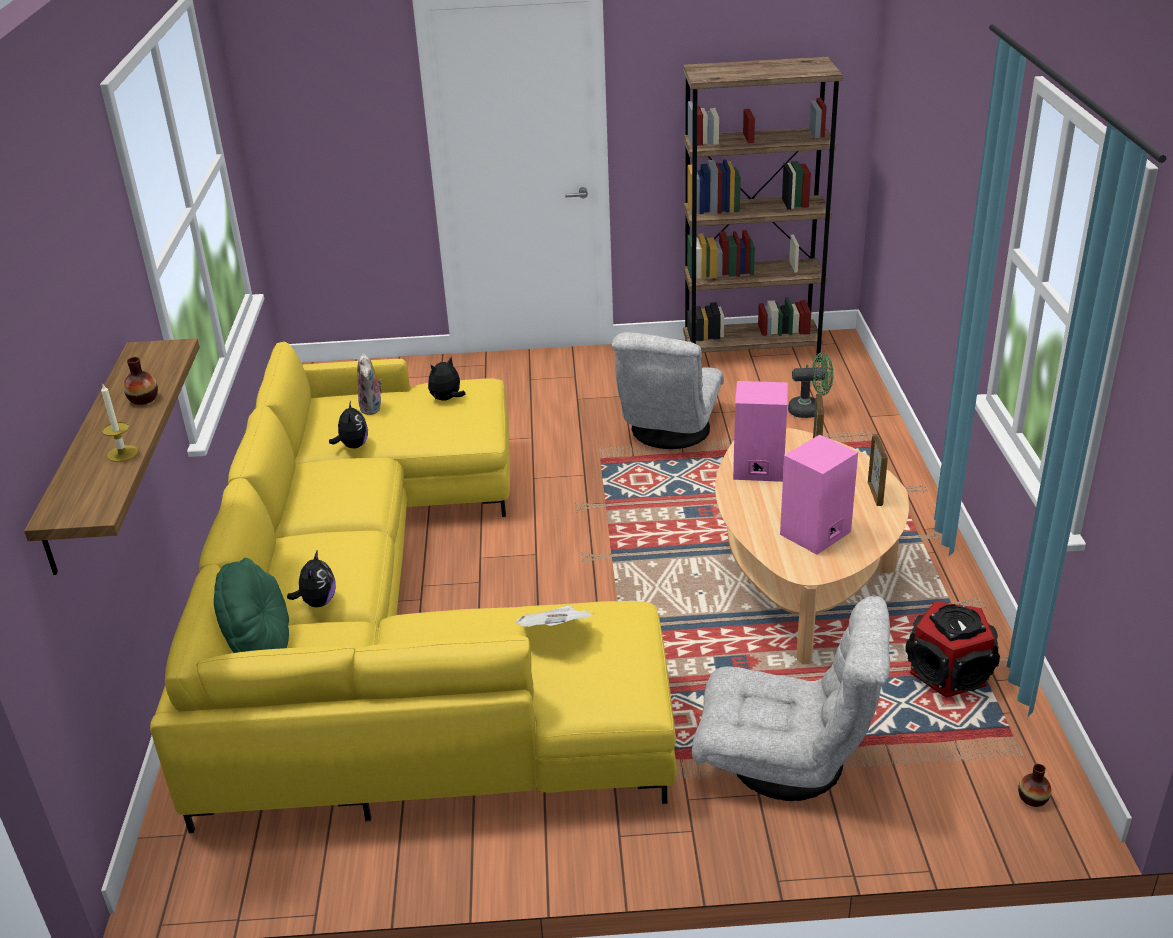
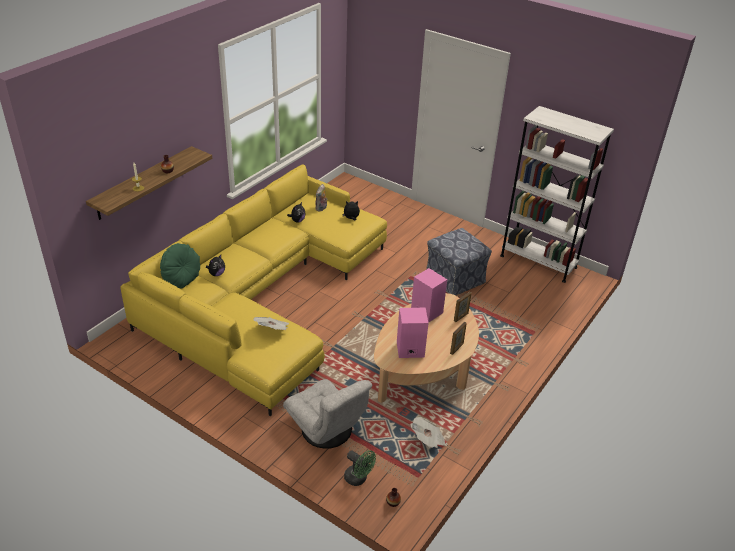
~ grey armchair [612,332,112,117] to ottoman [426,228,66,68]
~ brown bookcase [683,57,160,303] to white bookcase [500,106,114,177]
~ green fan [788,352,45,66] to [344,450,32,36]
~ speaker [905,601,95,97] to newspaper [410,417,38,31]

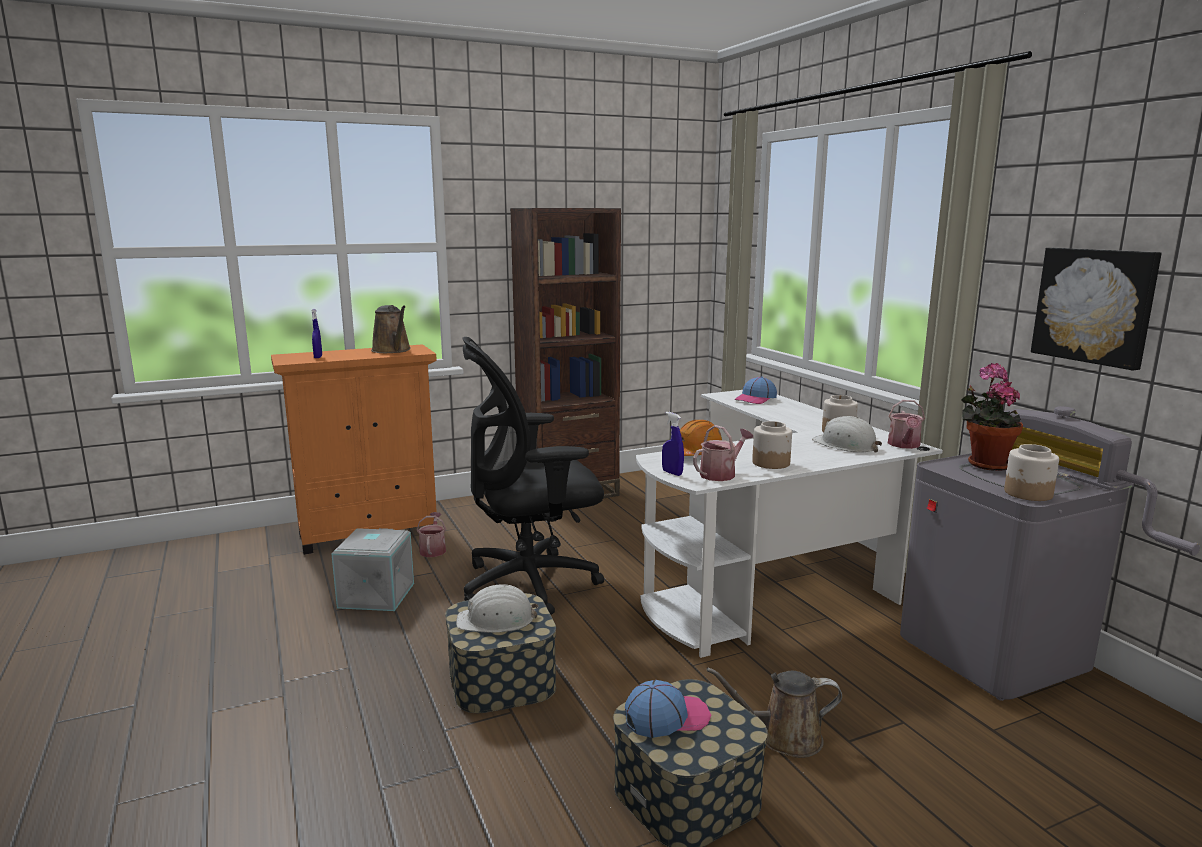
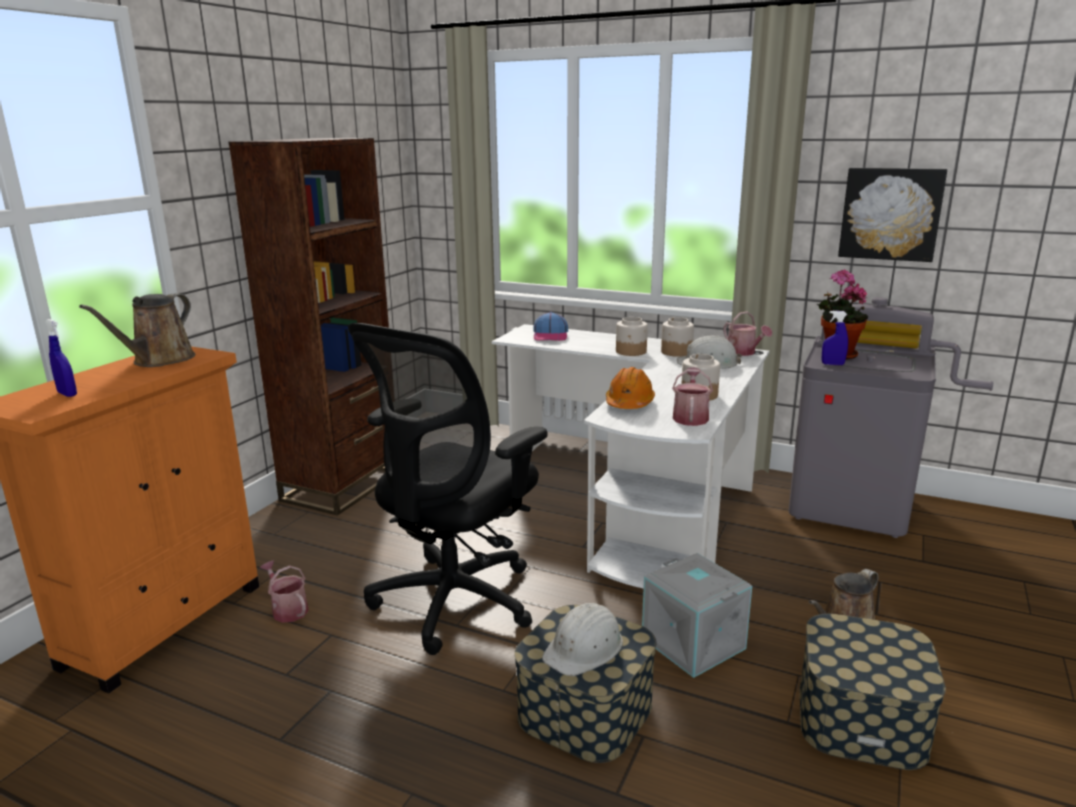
~ grey storage box [331,528,83,83] to [642,553,110,125]
~ brown watering can [371,305,40,48] = [79,294,116,73] 90 degrees clockwise
- cap [625,680,86,58]
~ blue spray bottle [662,412,22,64] to [822,311,26,54]
~ jar [1004,444,55,57] to [616,317,32,39]

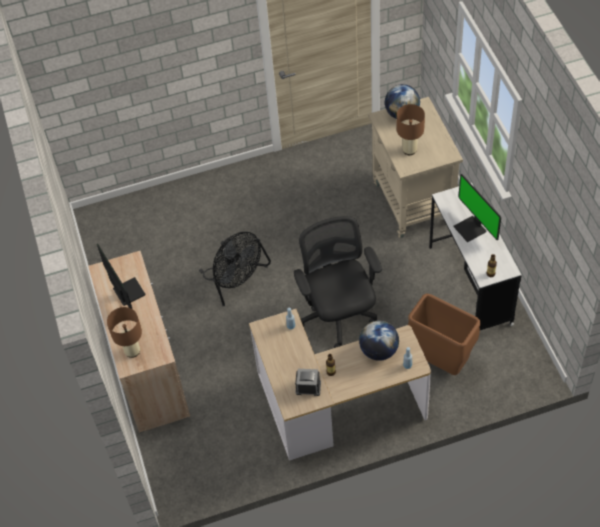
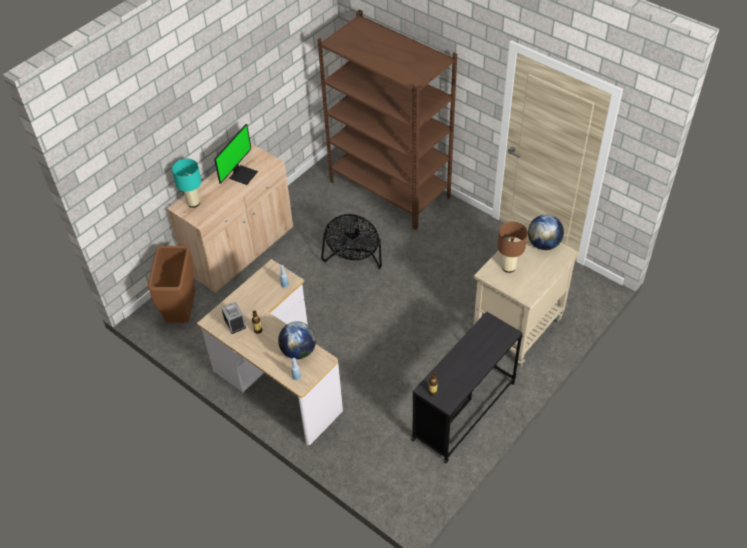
~ brown table lamp [107,307,35,51] to turquoise table lamp [172,159,29,49]
- black office chair [294,216,88,132]
~ brown trash can [408,294,72,81] to [148,246,47,77]
~ white desk [429,183,93,147] to black desk [412,311,110,153]
- monitor [453,174,48,68]
+ brown bookcase [317,9,140,221]

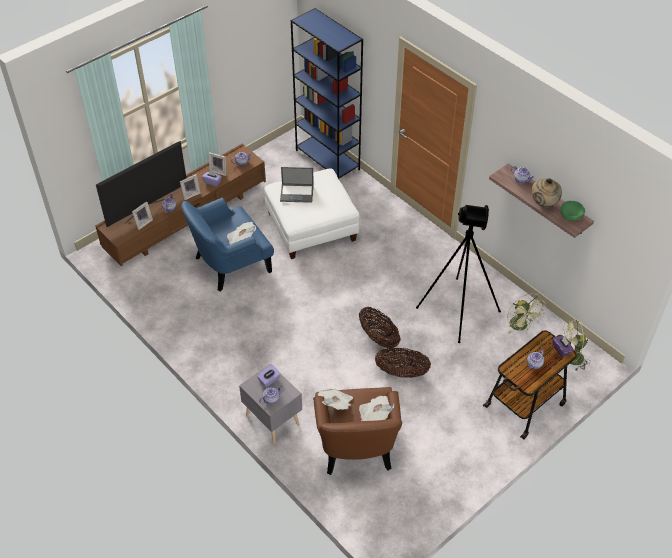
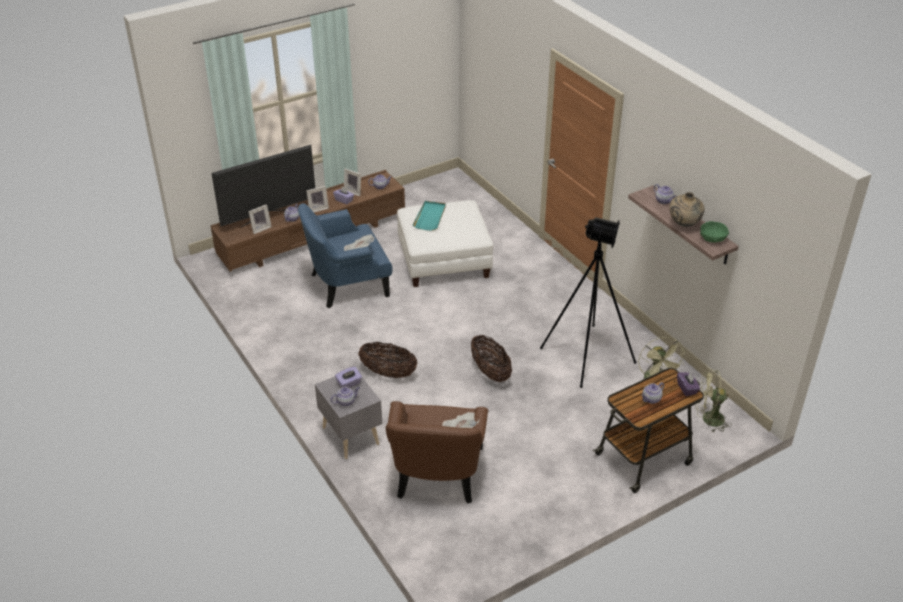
~ laptop [280,167,34,36] to turquoise tray [413,201,33,30]
- blue bookcase [291,8,72,171]
- newspaper [318,388,35,22]
~ basket [375,348,56,30] to [358,342,60,36]

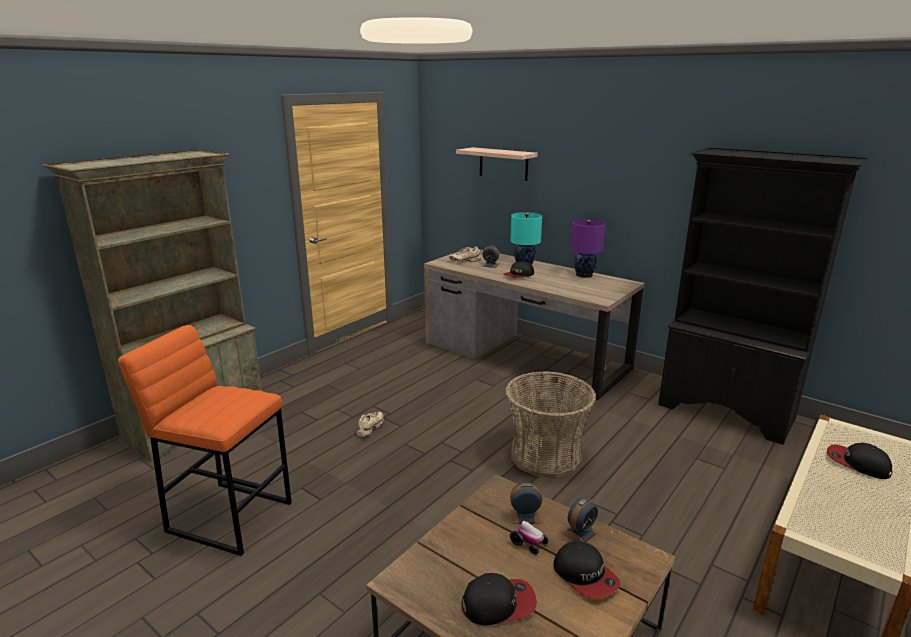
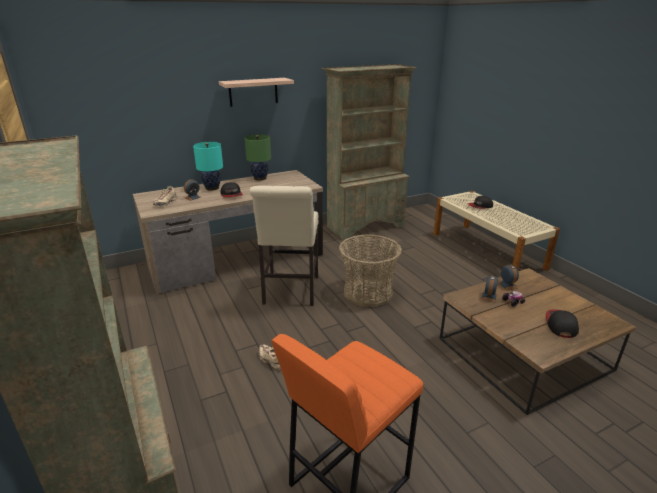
~ shelf [456,147,82,34] to [219,78,75,29]
- cap [554,541,66,58]
~ purple table lamp [570,219,35,59] to green table lamp [245,134,26,47]
~ black bookcase [658,148,211,297] to green bookcase [322,64,95,176]
+ beige stool [250,186,68,120]

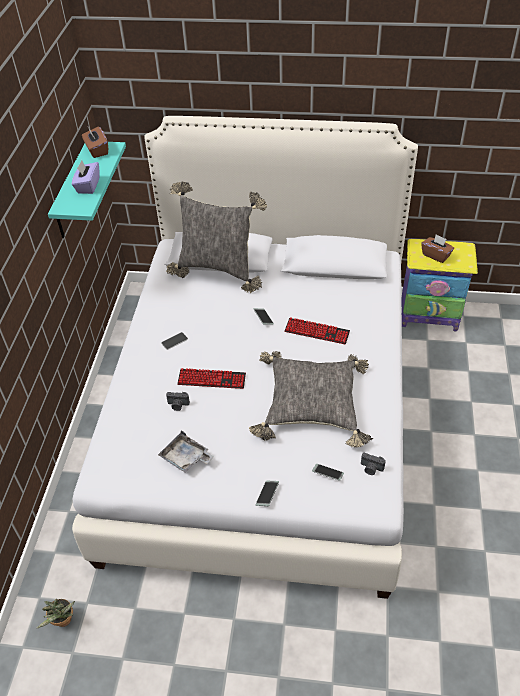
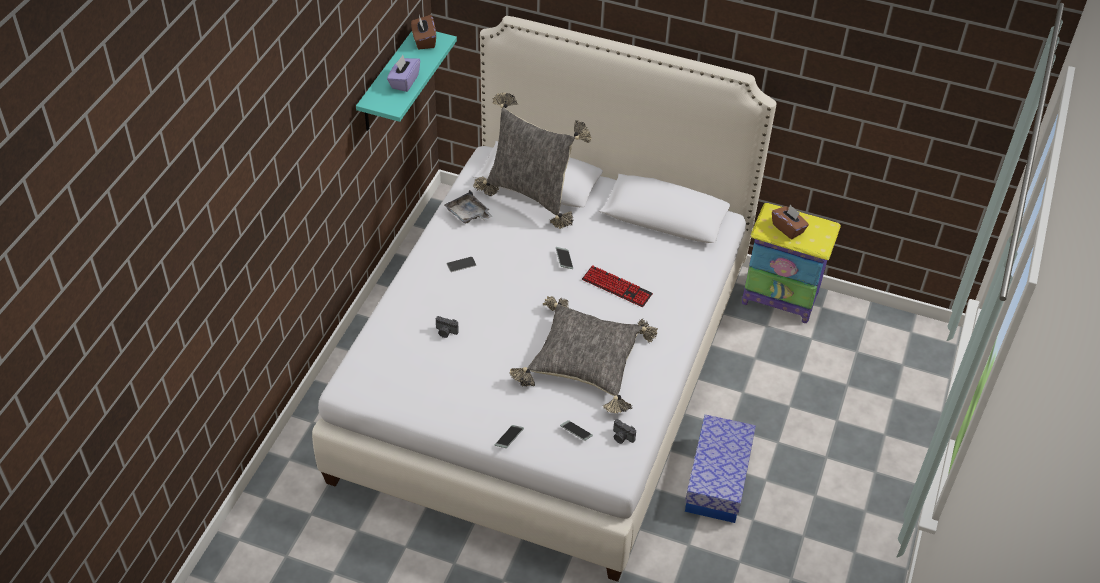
- potted plant [37,599,38,29]
~ grey tray [158,431,56,42] to [444,190,48,34]
- keyboard [177,368,69,21]
+ storage box [685,414,71,109]

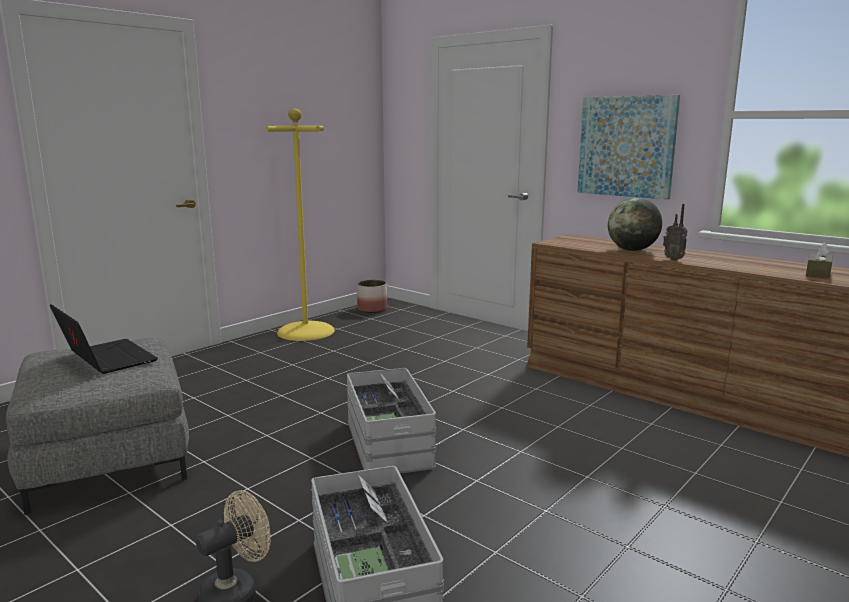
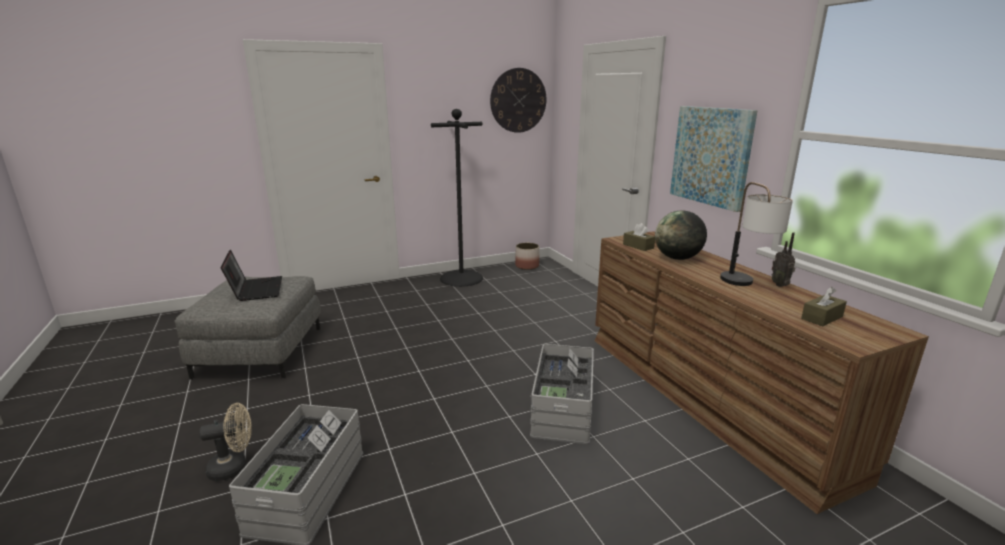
~ yellow clothes rack [266,109,69,232] to black clothes rack [431,109,52,178]
~ grey storage box [347,368,89,106] to [530,344,64,100]
~ radio [663,204,24,57] to [772,232,23,55]
+ wall clock [490,68,56,65]
+ brown tissue box [623,223,32,28]
+ table lamp [720,182,73,104]

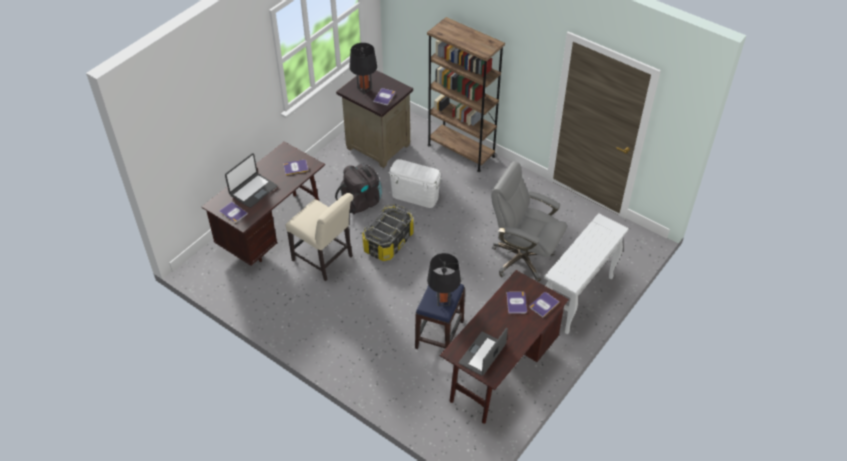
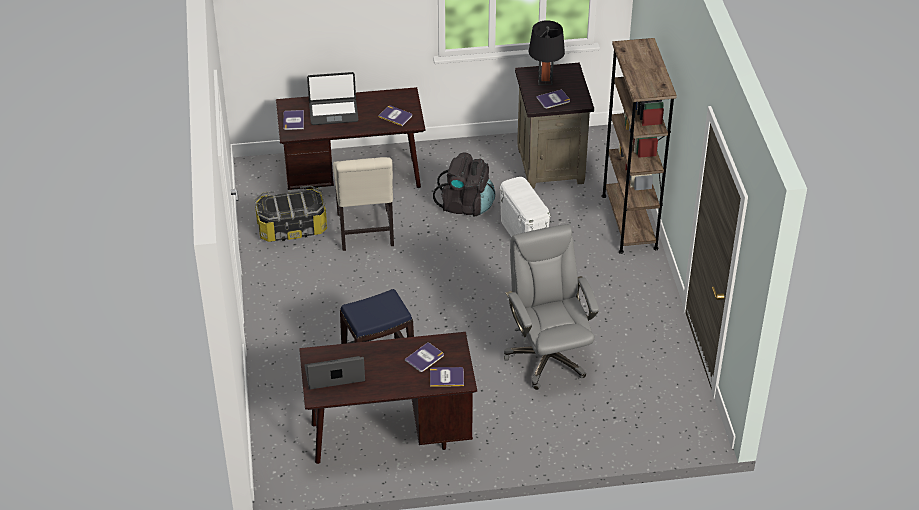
~ storage box [362,204,52,57] to [255,185,72,57]
- black table lamp [427,253,34,53]
- white console table [544,213,85,121]

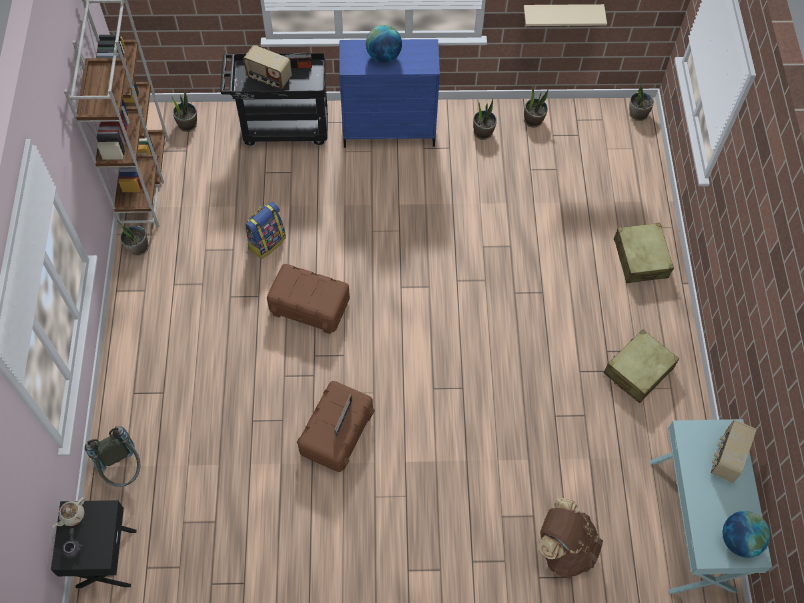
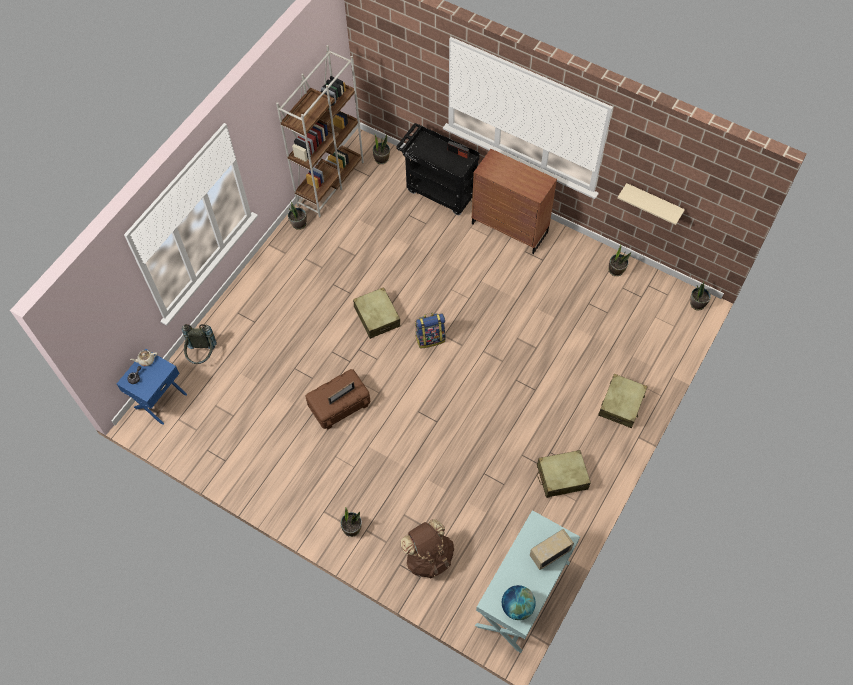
~ black nightstand [51,500,86,88] to blue nightstand [117,349,70,76]
- radio [243,45,49,44]
~ backpack [244,202,42,57] to [415,313,31,35]
~ brown storage box [267,264,83,70] to beige suitcase [353,287,47,52]
~ blue dresser [339,39,101,109] to brown dresser [471,149,86,105]
- globe [366,25,36,38]
~ potted plant [473,98,24,42] to [341,507,21,30]

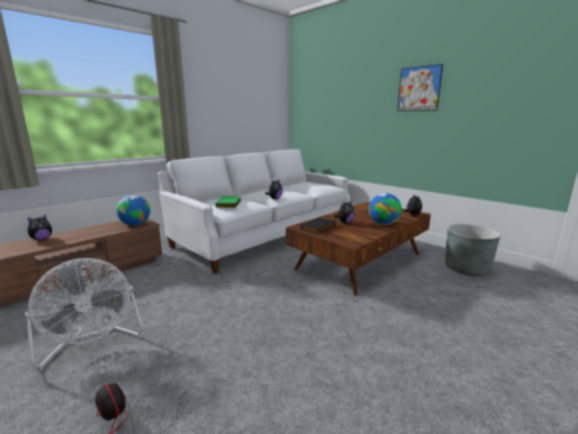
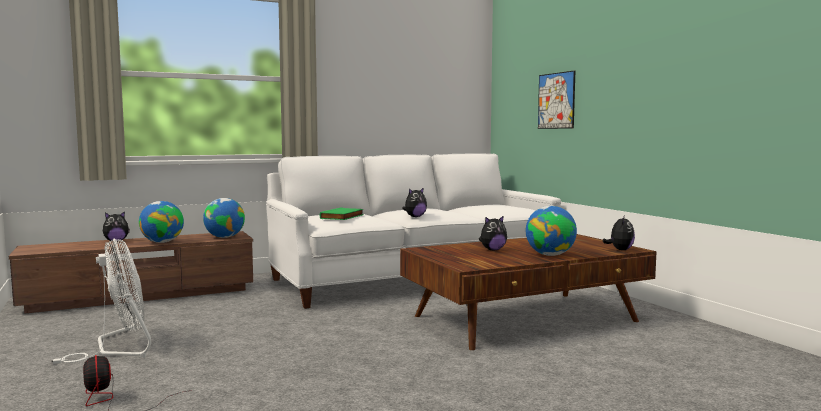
~ white fan [25,258,118,113] = [51,239,100,125] 105 degrees counterclockwise
- black book [301,217,36,17]
~ picture [397,64,46,47] to [538,70,37,59]
- grey planter [445,224,55,52]
+ globe [139,201,45,42]

